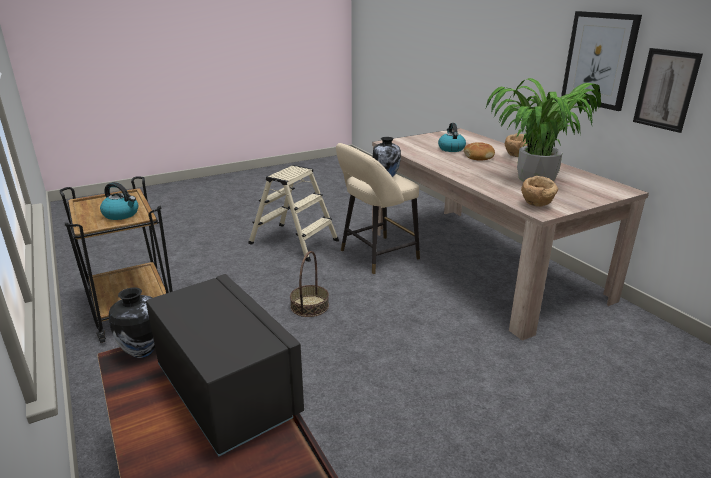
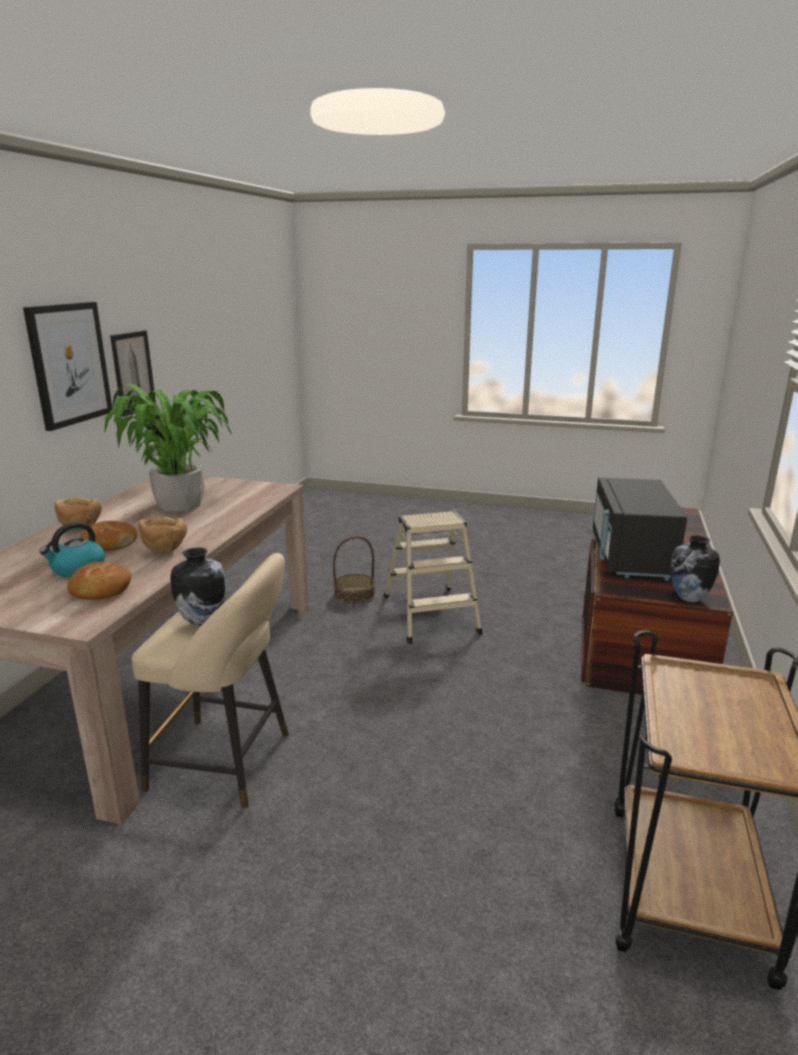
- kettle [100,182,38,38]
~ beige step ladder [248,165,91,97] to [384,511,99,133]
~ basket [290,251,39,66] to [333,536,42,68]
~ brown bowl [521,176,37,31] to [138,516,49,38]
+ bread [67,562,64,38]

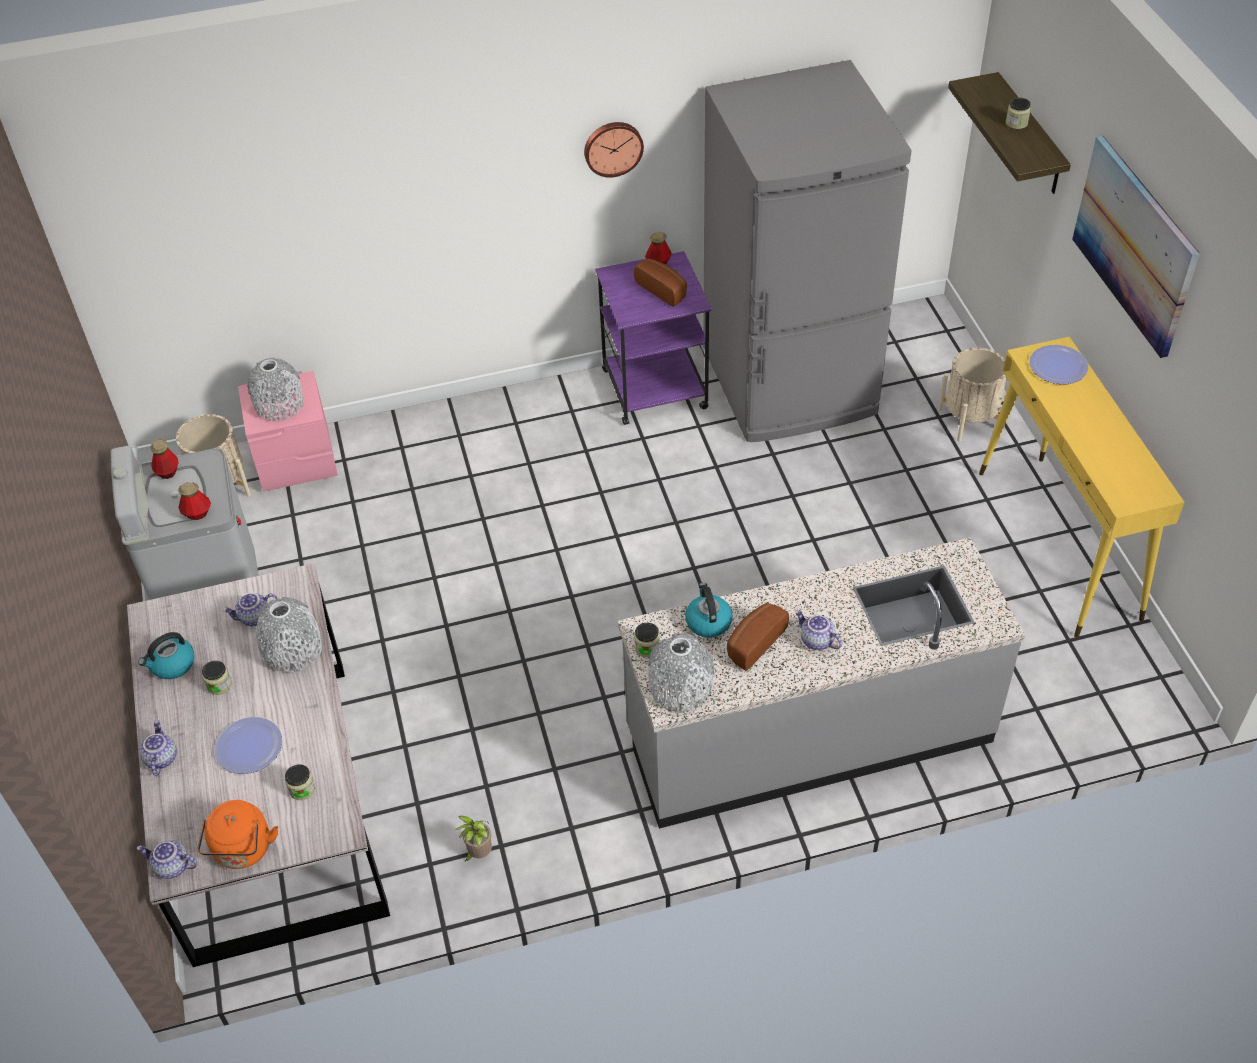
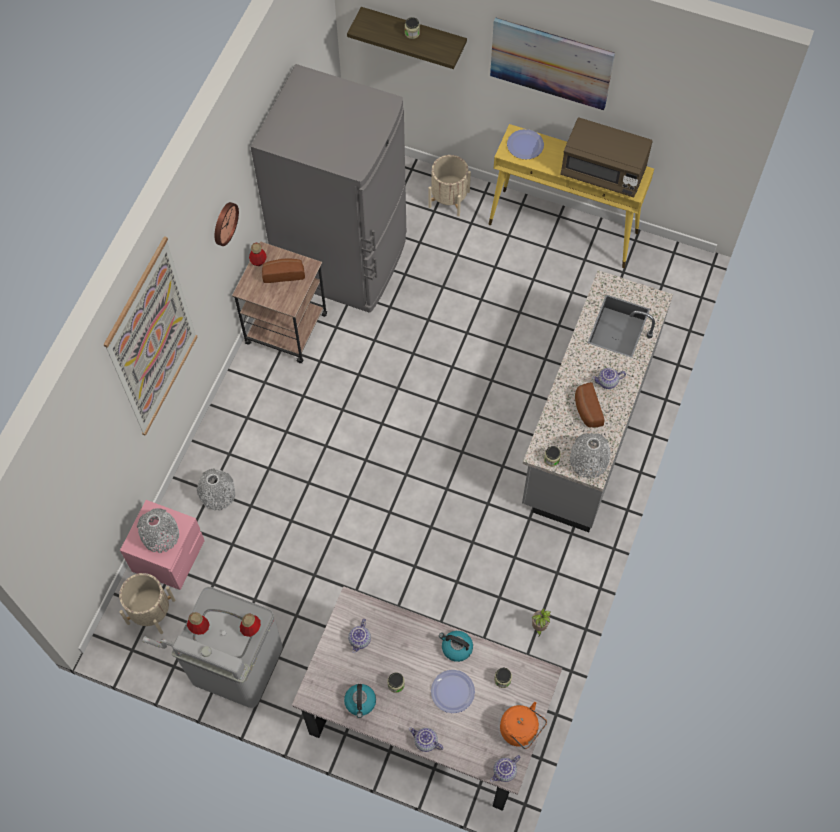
~ grey vase [255,597,67,76] to [197,469,38,42]
~ purple cart [595,251,117,174] to brown cart [232,241,95,122]
~ kettle [685,583,48,55] to [439,631,34,31]
+ picture [103,236,94,200]
+ brown microwave [560,117,93,81]

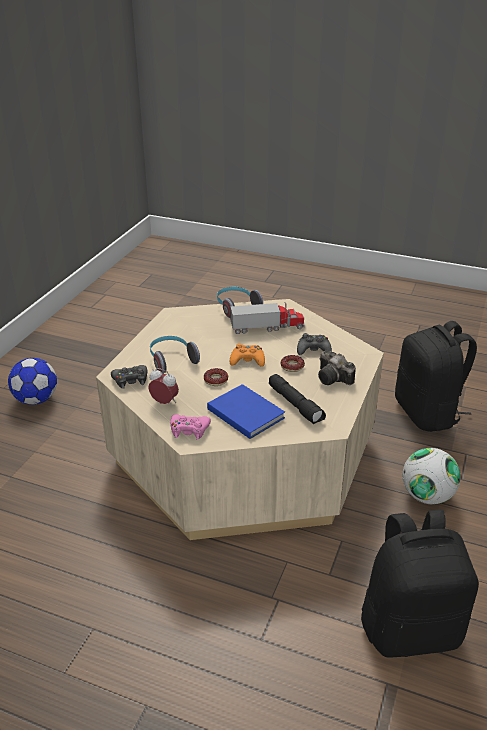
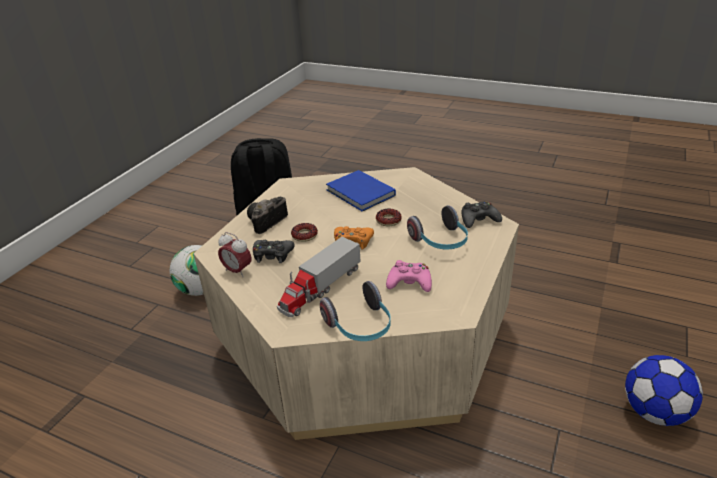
~ alarm clock [148,368,31,36] to [218,232,33,45]
~ pink game controller [170,414,41,26] to [386,260,46,32]
~ toy truck [230,302,75,32] = [277,237,84,80] 45 degrees counterclockwise
- black flashlight [269,374,57,50]
~ photo camera [318,350,38,35] = [247,197,41,37] 105 degrees counterclockwise
- black backpack [395,321,82,111]

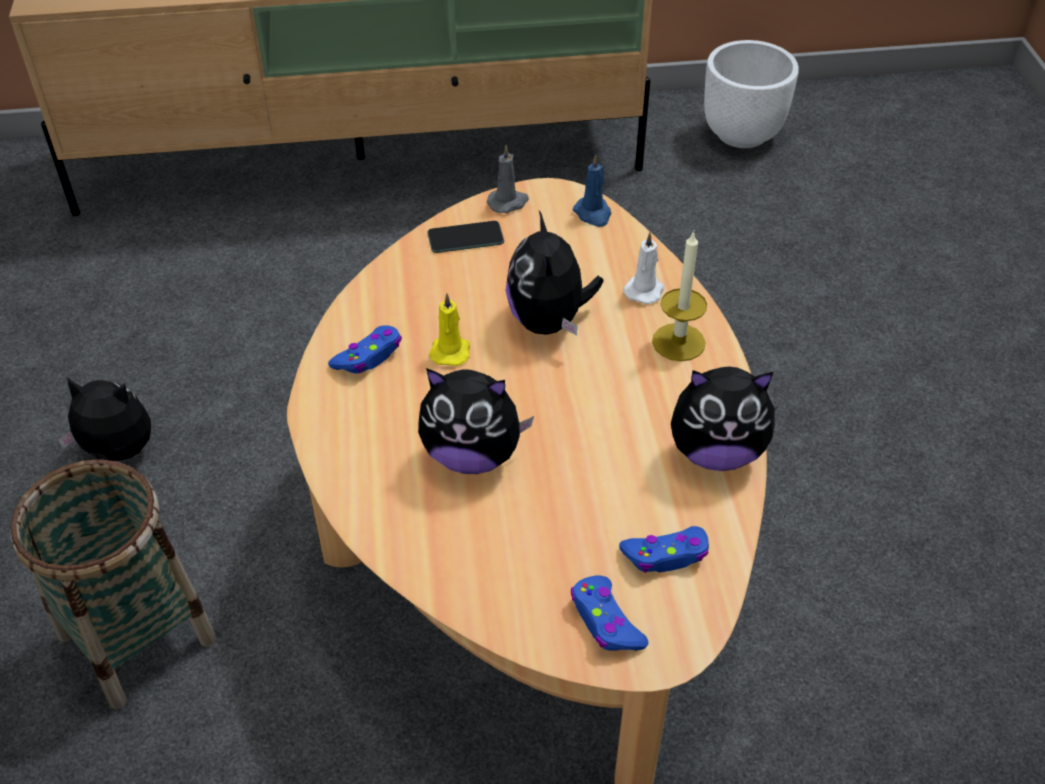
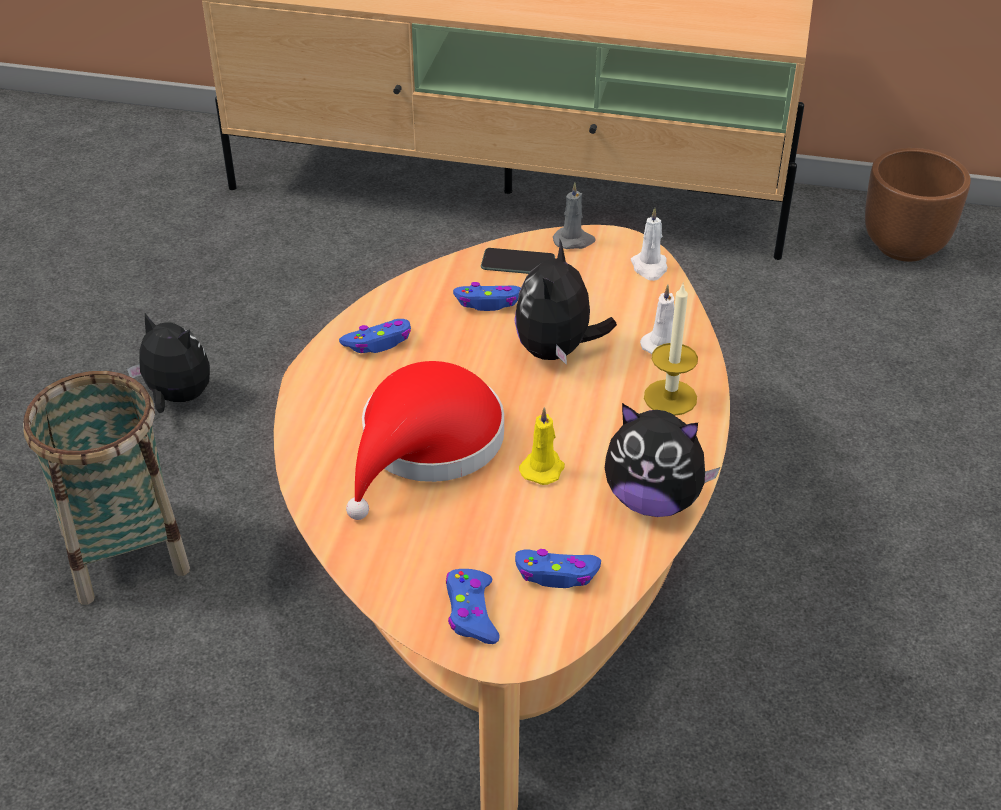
~ plush toy [418,368,116,106] to red hat [346,361,158,159]
~ yellow candle [429,293,41,73] to [519,407,46,78]
~ blue candle [573,154,38,73] to white candle [631,207,36,74]
~ white planter [704,40,95,108] to brown planter [865,148,106,114]
+ blue game controller [453,282,68,29]

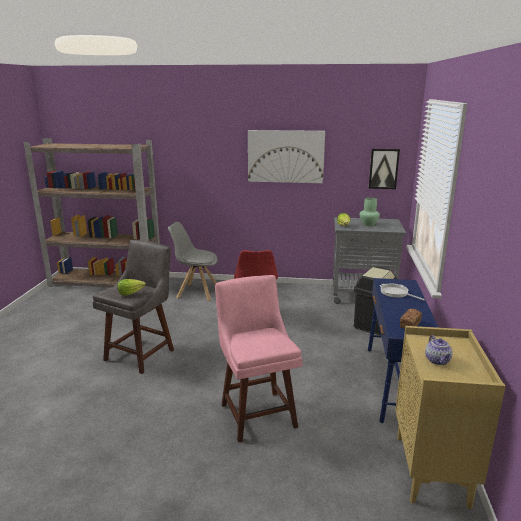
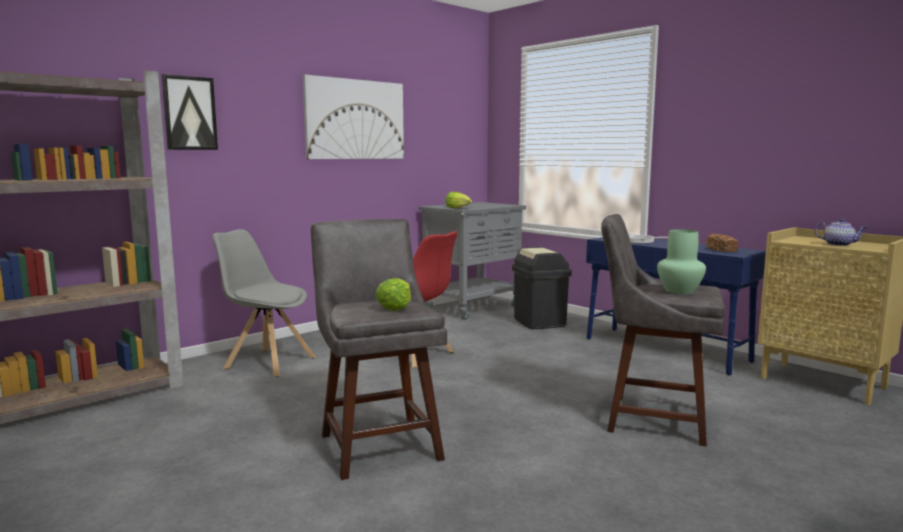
~ grey chair [168,222,49,79] = [212,229,103,148] 60 degrees clockwise
~ pink stool [215,275,87,168] to grey stool [601,214,124,233]
~ green vase [360,198,20,28] to [657,229,49,65]
~ picture [369,149,31,40] to [162,74,56,76]

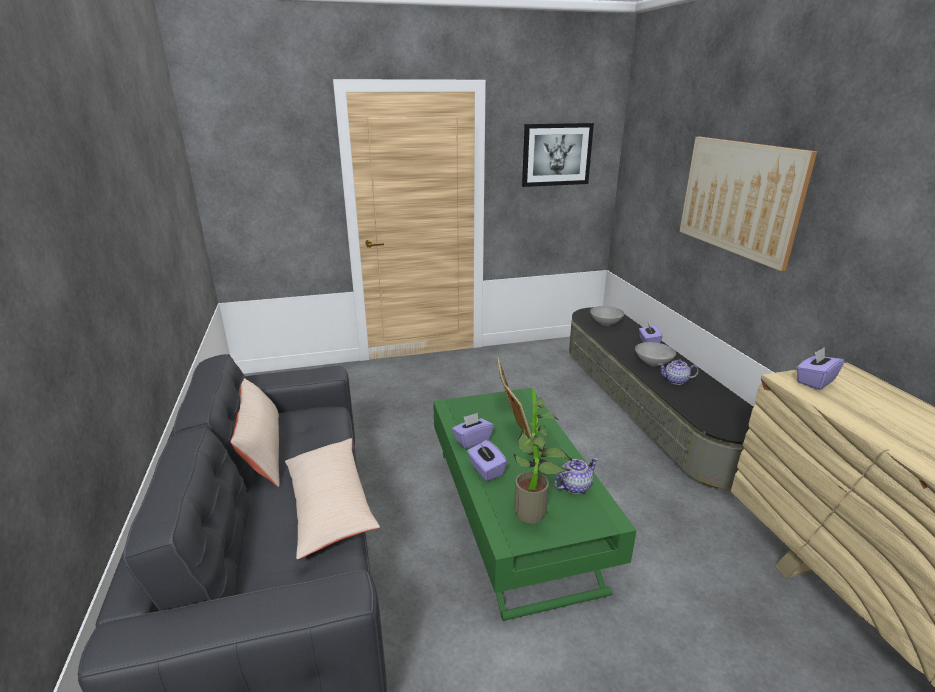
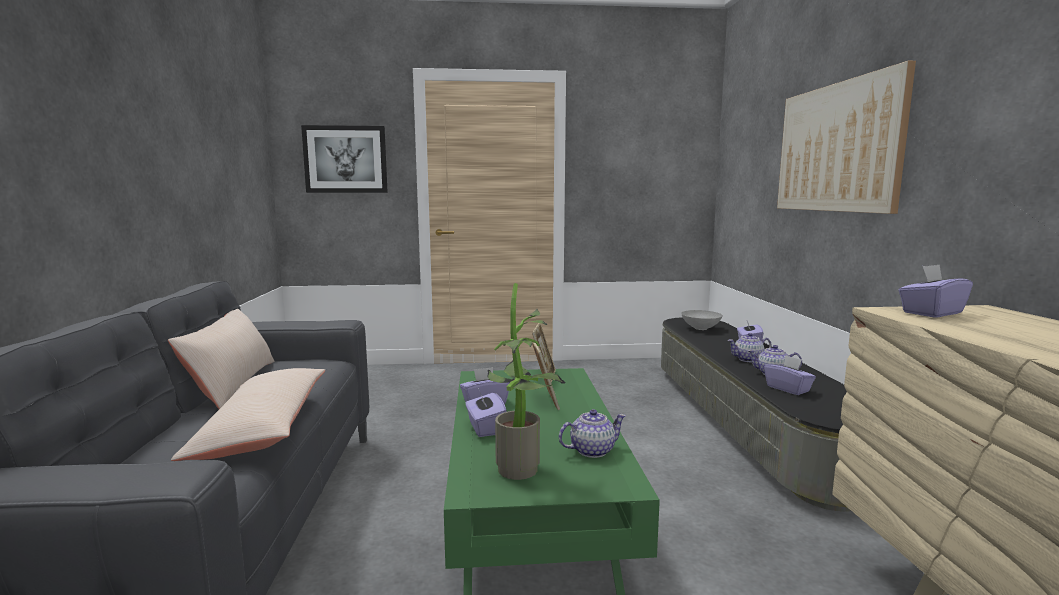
~ picture [522,123,72,64] to [301,125,87,68]
~ grey bowl [635,342,41,24] to teapot [727,333,45,30]
+ purple tissue box [764,355,52,40]

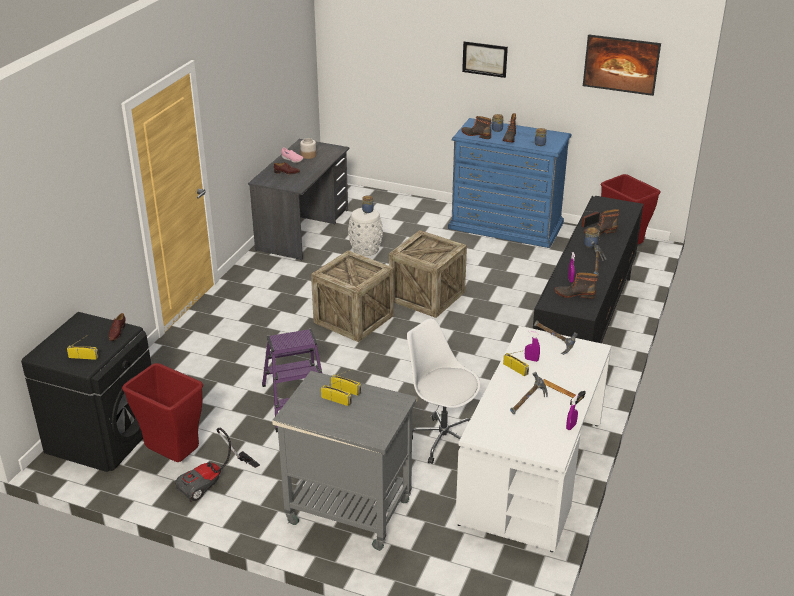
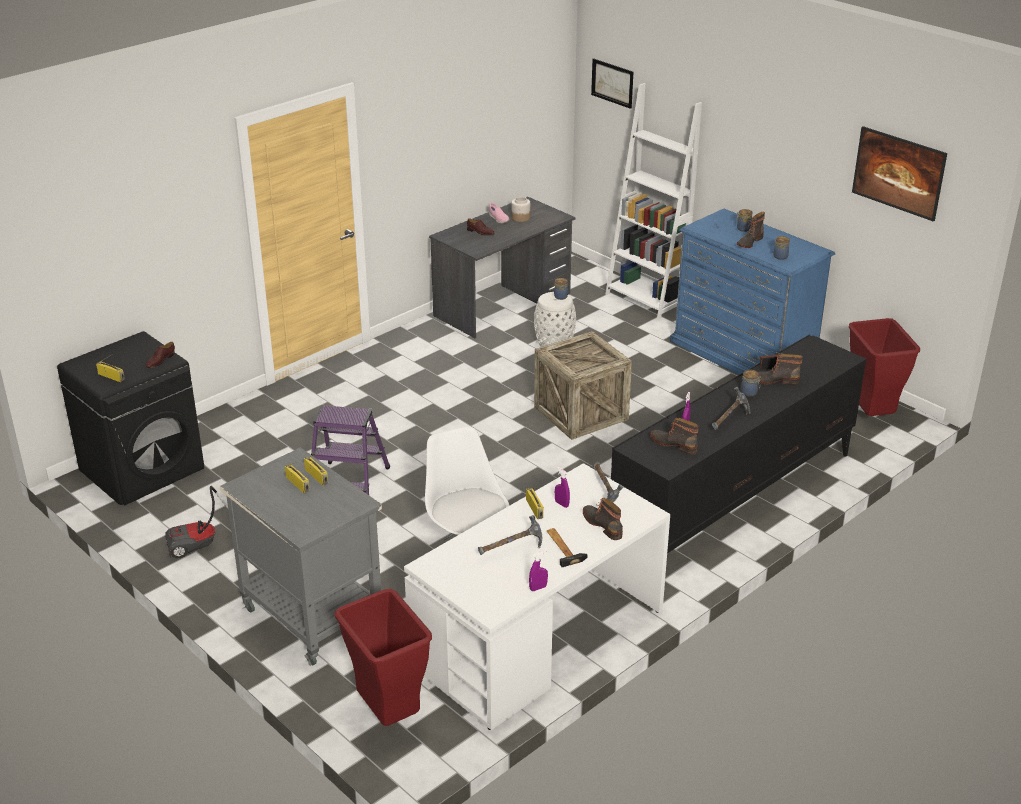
~ red trash can [122,363,81,99] to [335,589,97,137]
- crate [311,250,83,92]
~ boot [461,116,30,23] to [583,498,40,42]
~ picture [462,41,46,37] to [591,58,42,51]
+ white bookcase [605,83,97,236]

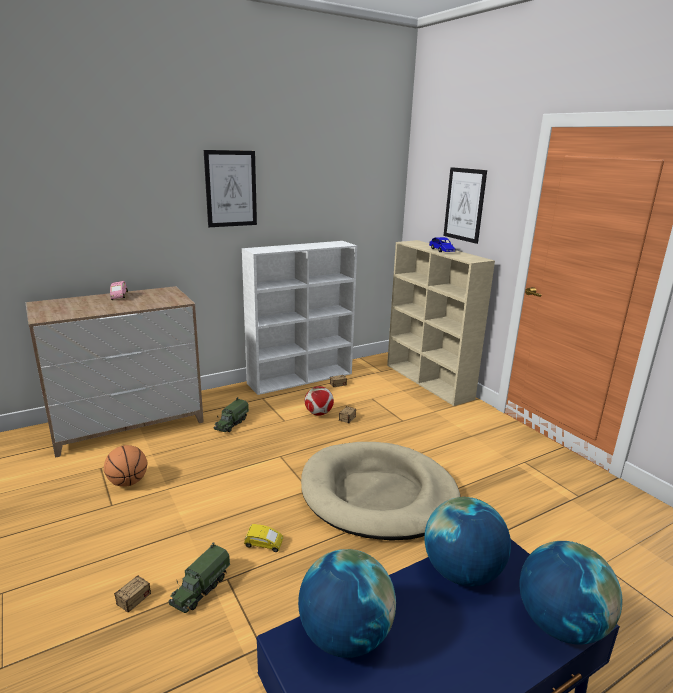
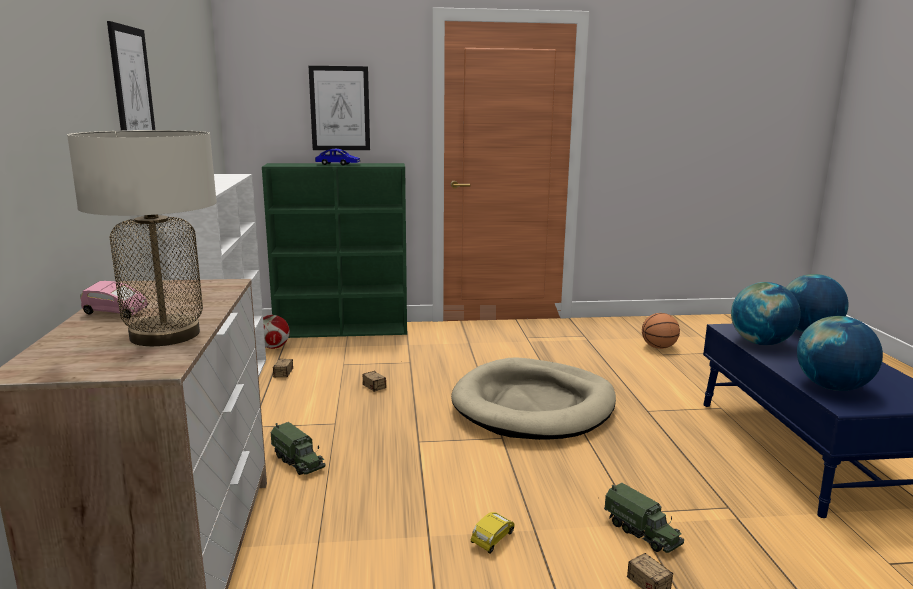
~ basketball [104,445,43,42] to [642,313,38,36]
~ yellow toy car [244,524,39,28] to [471,512,43,42]
~ football [305,386,29,30] to [263,315,27,34]
~ beige bookcase [387,240,108,166] to green bookcase [262,163,145,175]
+ table lamp [67,130,150,216]

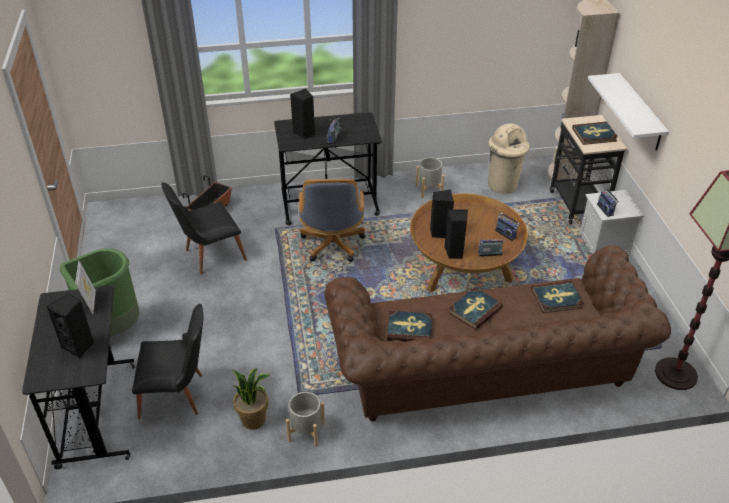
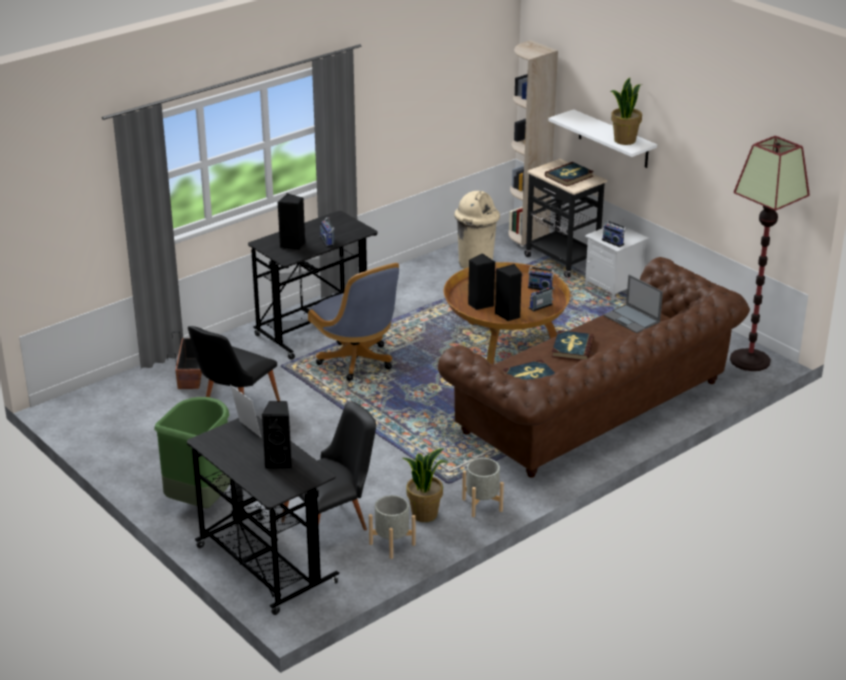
~ grey planter [416,157,29,41] to [369,495,46,64]
~ book [531,281,53,32] to laptop [604,275,59,58]
+ potted plant [610,78,32,67]

